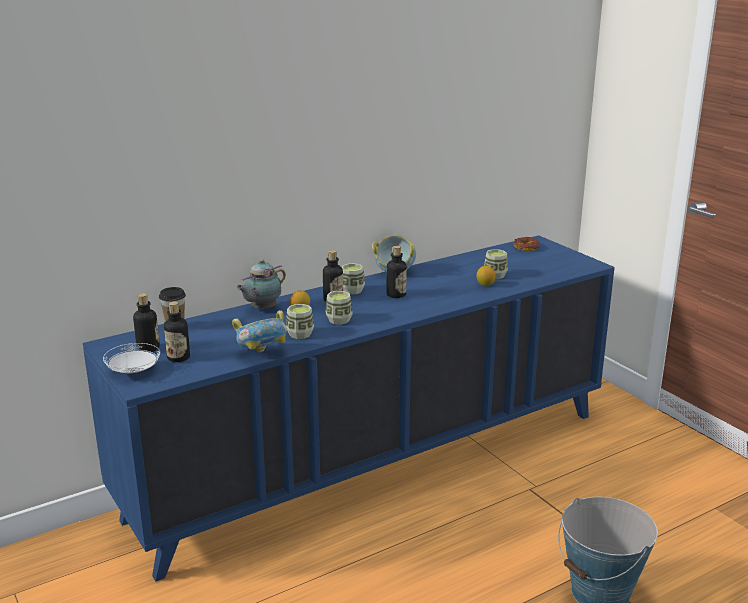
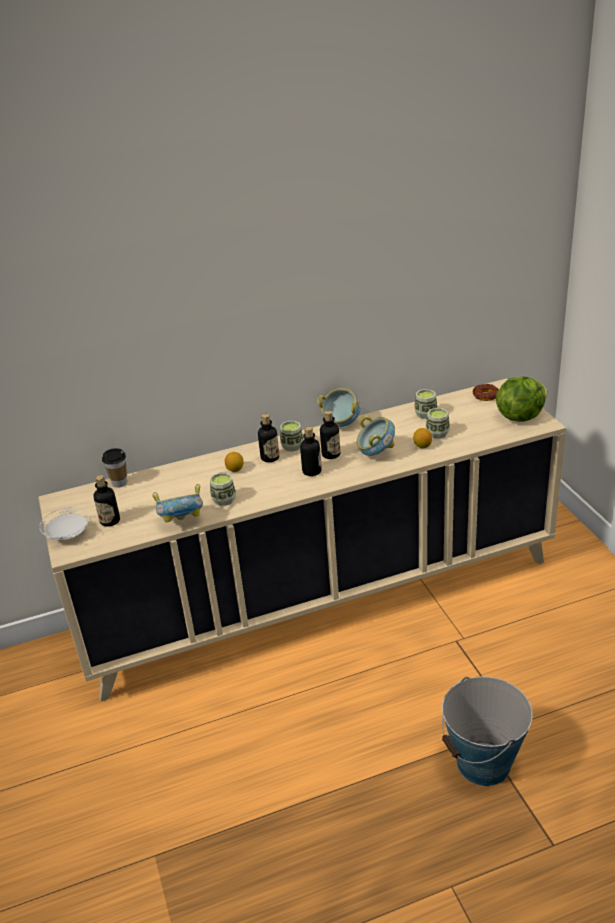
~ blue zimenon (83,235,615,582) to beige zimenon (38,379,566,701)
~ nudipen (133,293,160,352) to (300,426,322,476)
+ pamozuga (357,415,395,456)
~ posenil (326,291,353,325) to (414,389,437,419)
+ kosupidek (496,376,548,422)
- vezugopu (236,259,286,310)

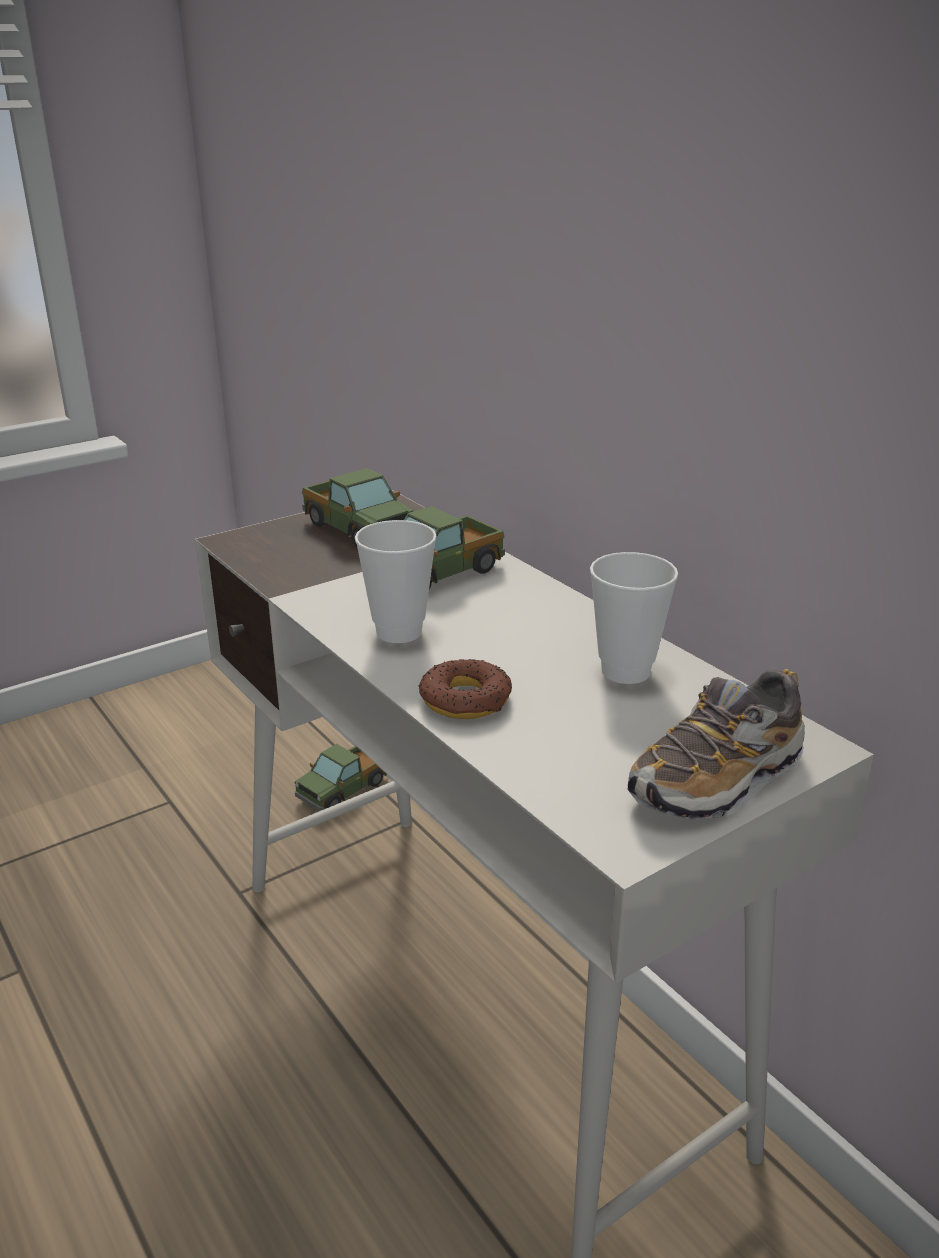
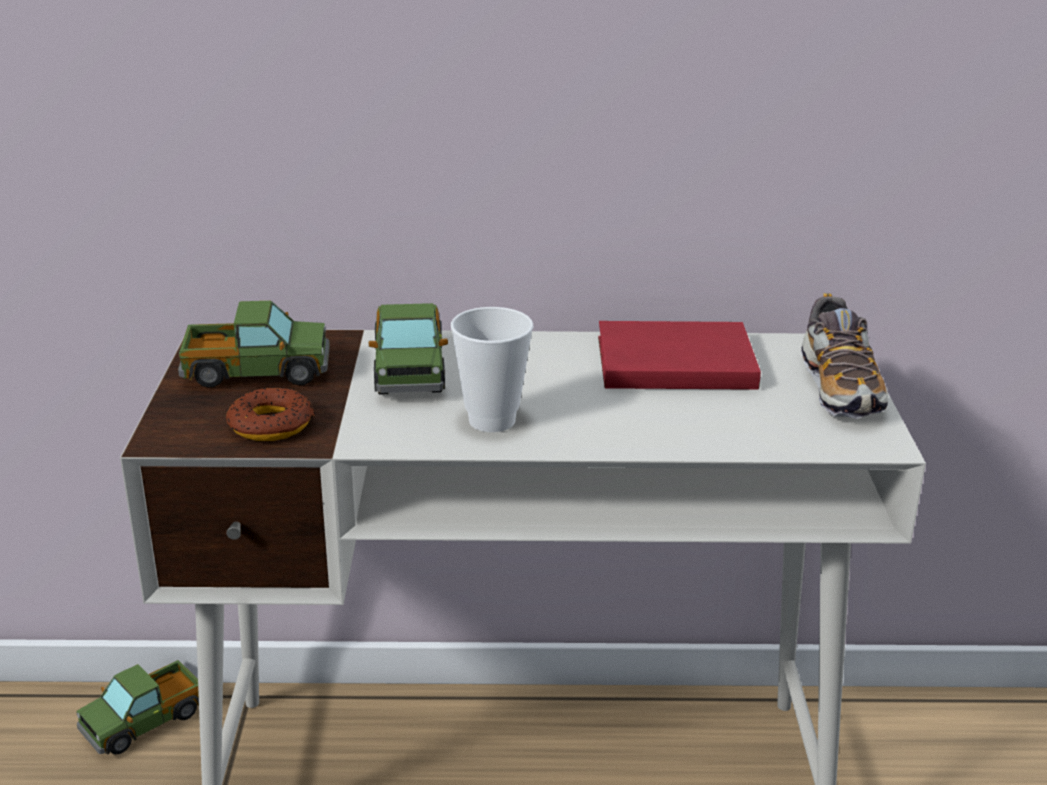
~ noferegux (294,744,387,811) = (76,660,199,755) 60 degrees clockwise
~ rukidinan (419,659,512,719) to (226,387,315,441)
~ posenil (590,552,678,684) to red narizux (598,321,761,390)

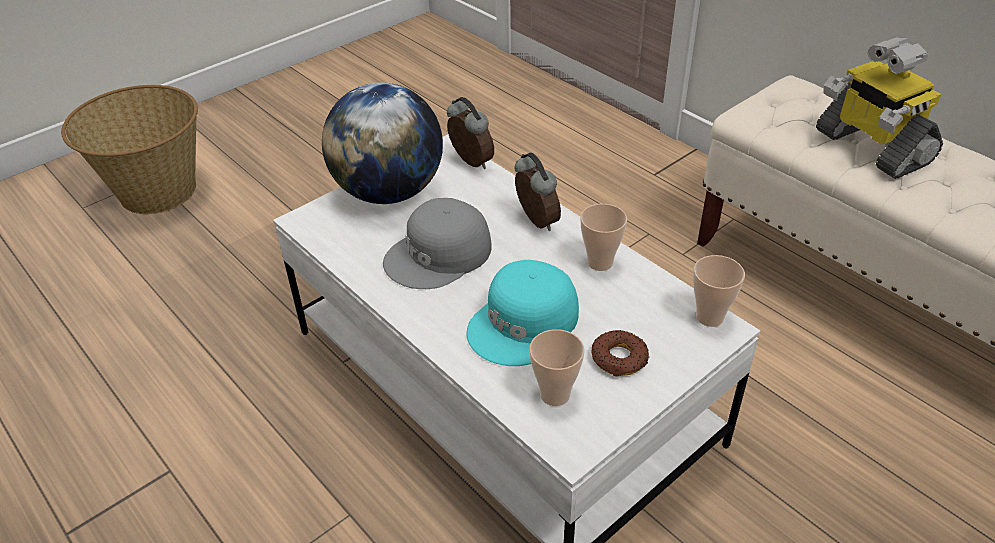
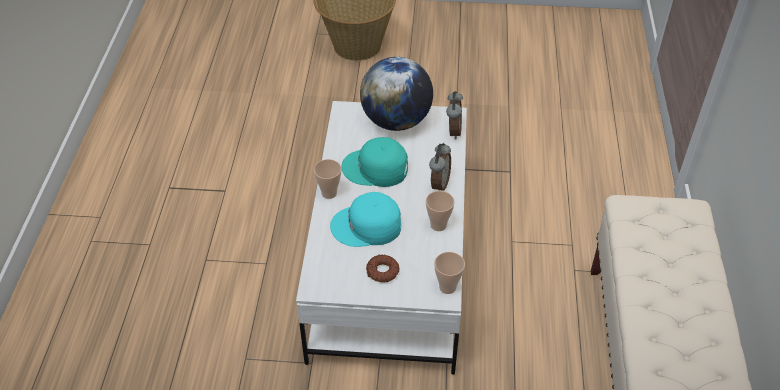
~ posenil (529,329,584,406) to (314,159,341,199)
~ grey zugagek (383,198,492,289) to turquoise zugagek (341,137,408,187)
- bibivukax (816,37,943,179)

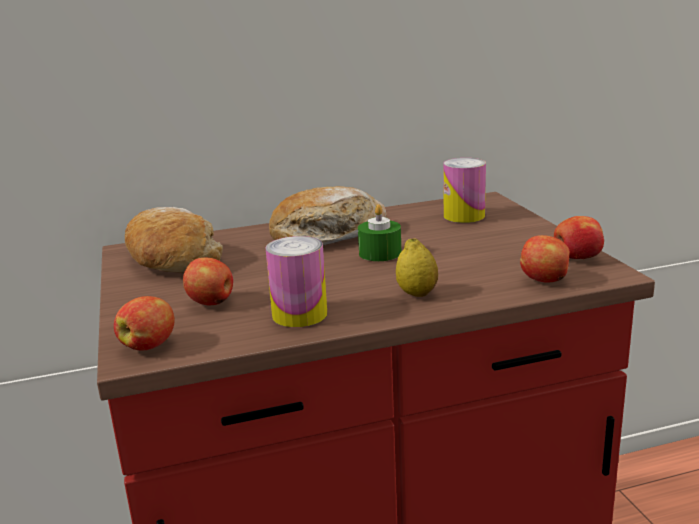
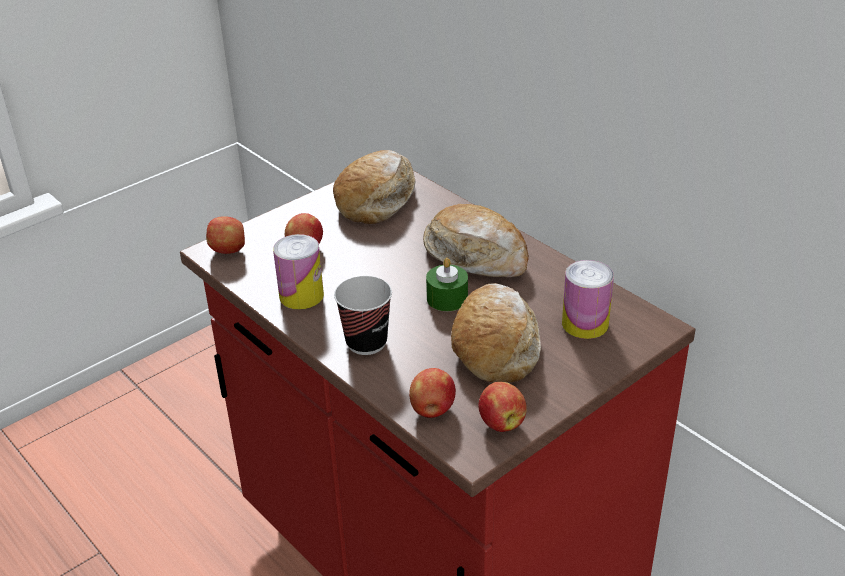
~ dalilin (396,239,438,297) to posenil (334,276,392,355)
+ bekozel (451,283,541,383)

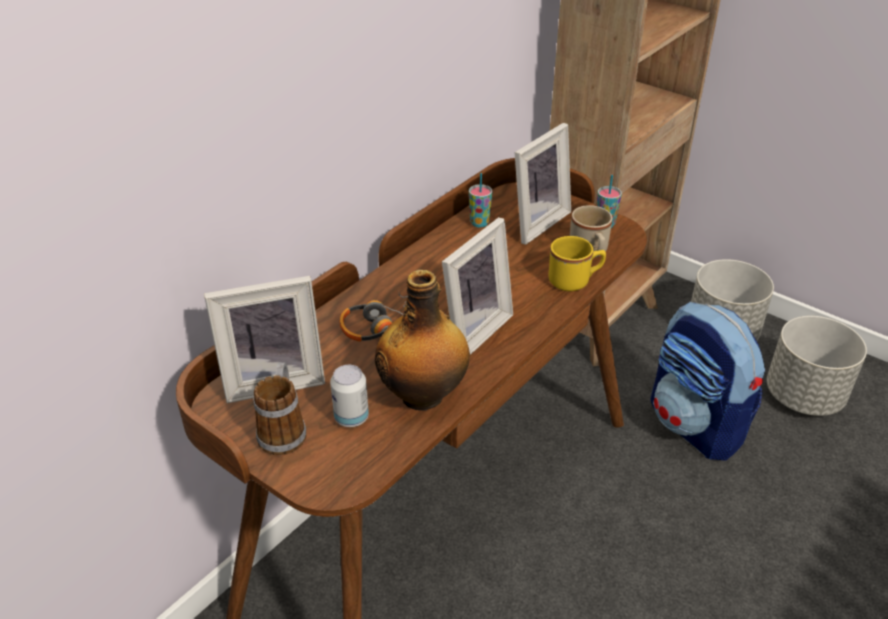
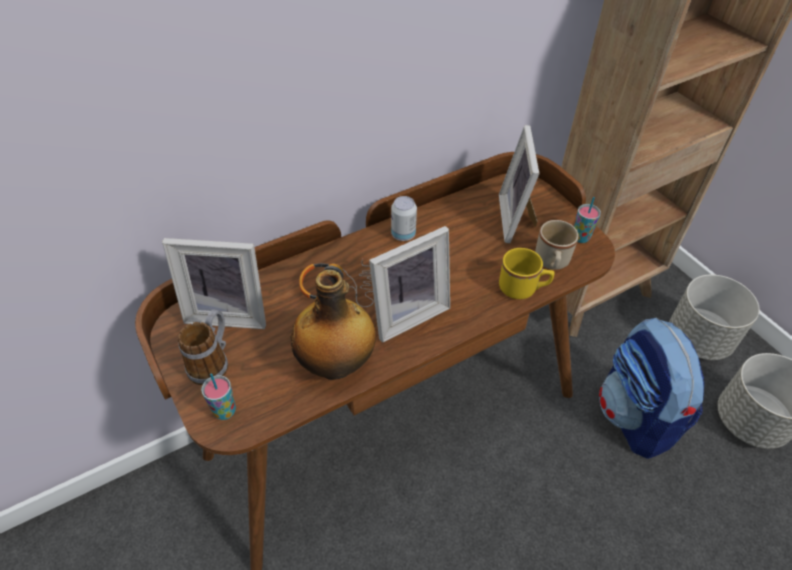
~ posenil (469,173,492,227) to (201,373,236,420)
~ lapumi (330,365,369,427) to (391,196,417,241)
~ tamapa (514,123,571,245) = (499,125,540,243) 120 degrees clockwise

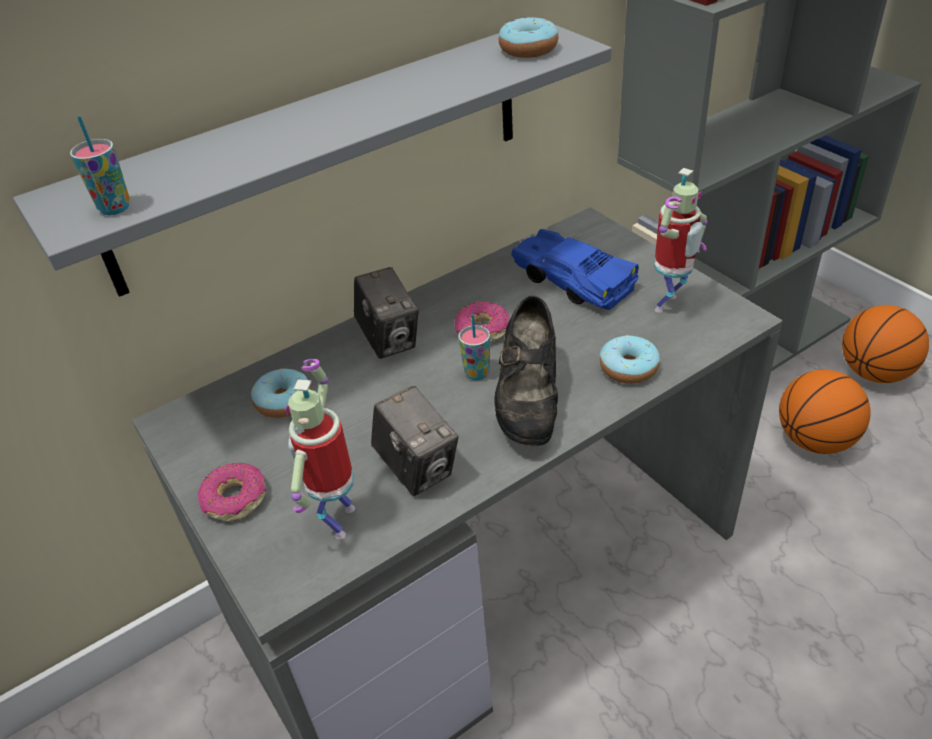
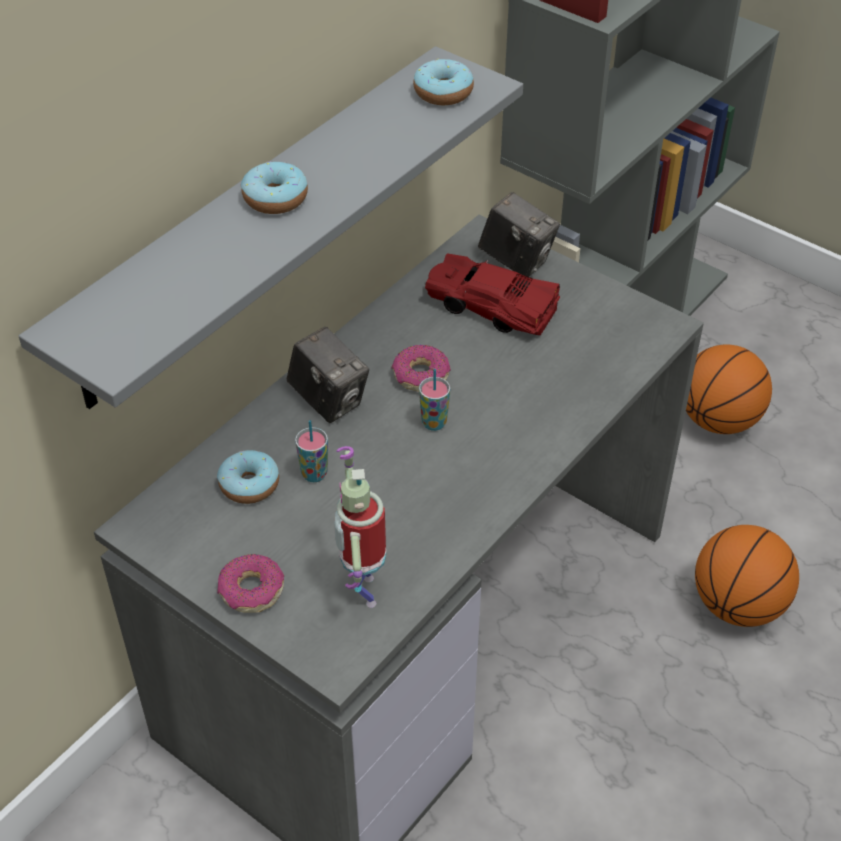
~ rukidinan (600,335,660,384) to (241,162,308,214)
~ posenil (70,116,130,215) to (295,420,328,482)
~ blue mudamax (511,229,639,310) to red mudamax (425,253,560,335)
~ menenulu (371,386,458,496) to (478,192,560,277)
~ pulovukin (842,305,929,383) to (695,525,799,627)
- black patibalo (494,296,558,446)
- bibivukax (654,168,707,313)

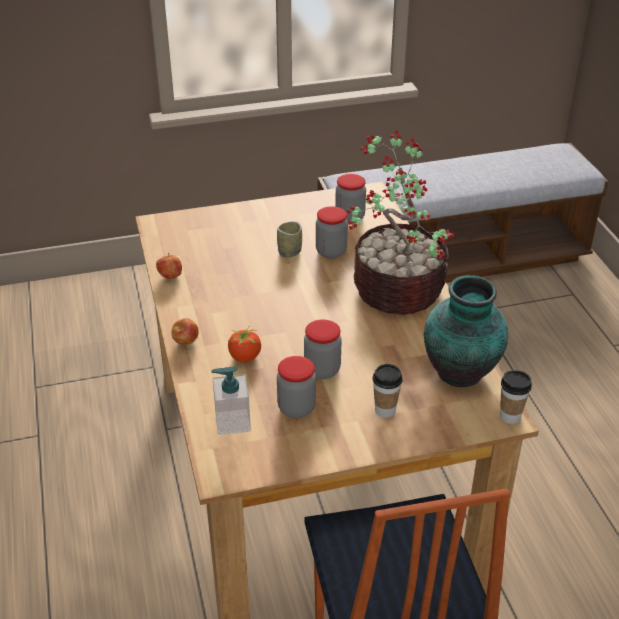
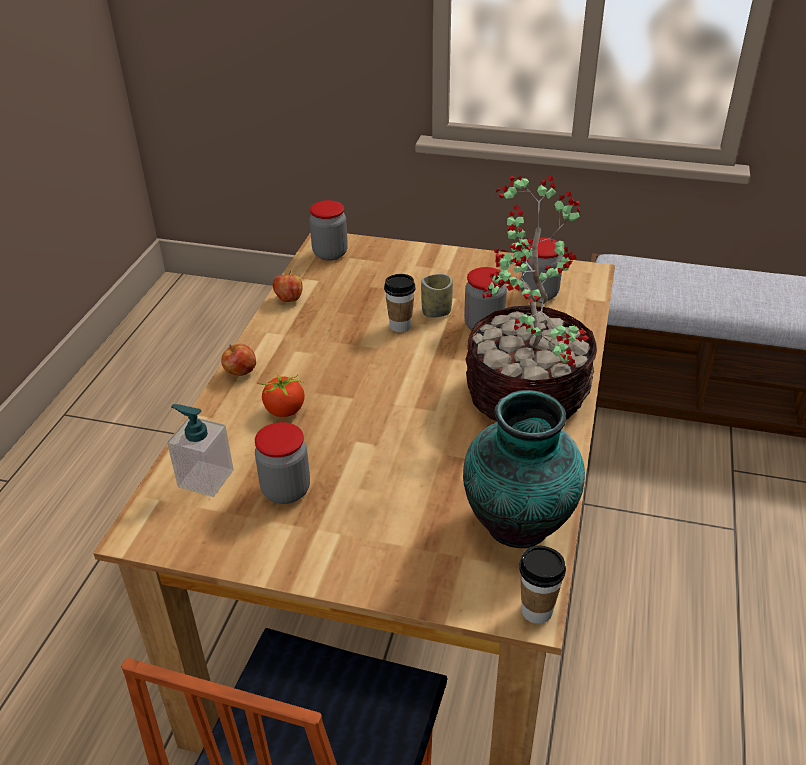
~ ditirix (304,319,342,379) to (309,200,348,261)
~ posenil (372,364,403,418) to (384,274,416,332)

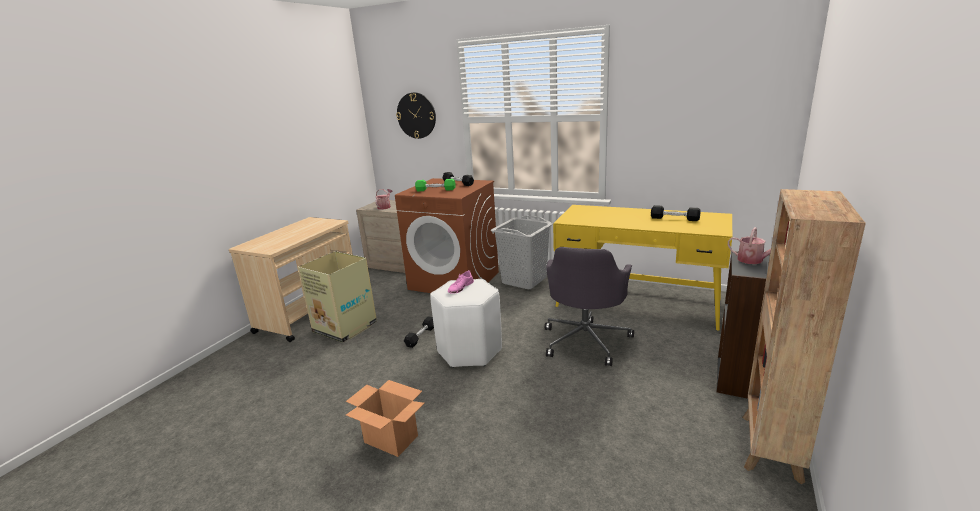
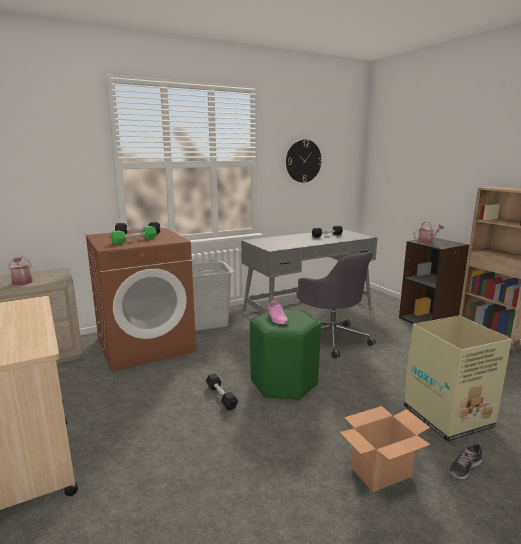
~ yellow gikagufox (553,205,732,331) to grey gikagufox (241,229,378,313)
~ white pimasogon (430,279,502,368) to green pimasogon (250,310,321,401)
~ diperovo (396,92,436,139) to (286,139,322,183)
~ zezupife (298,251,377,343) to (404,316,512,442)
+ patibalo (449,442,482,479)

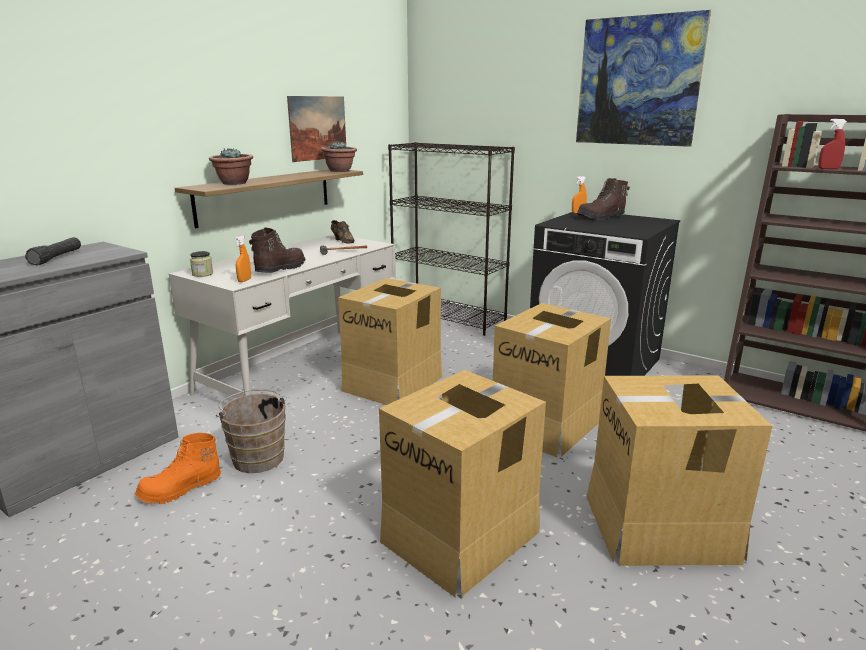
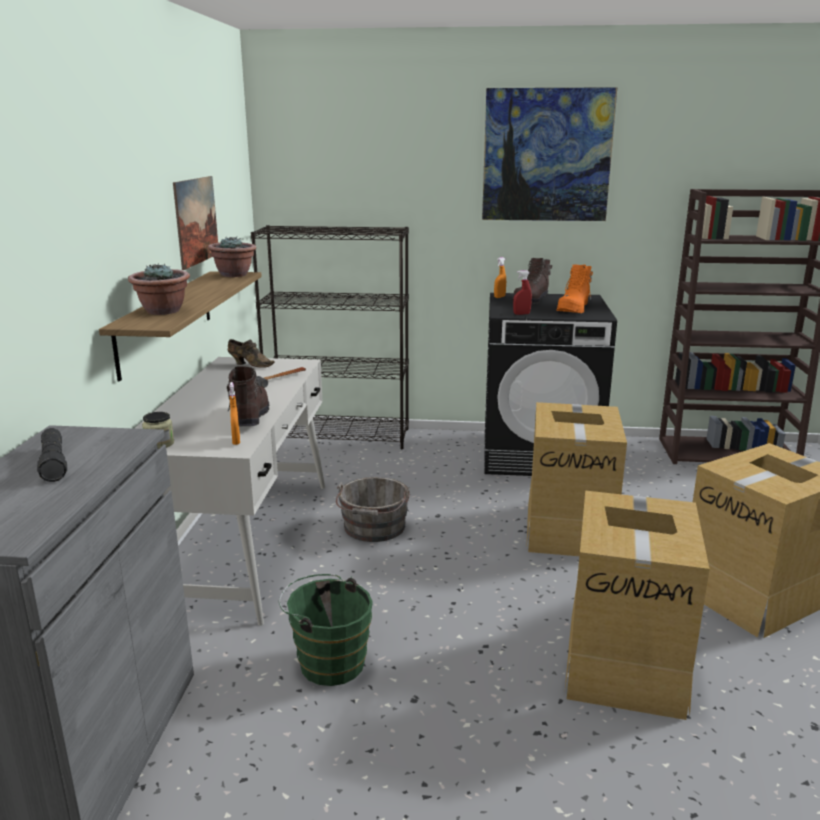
~ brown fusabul (216,389,287,473) to green fusabul (279,574,373,686)
~ zezupife (338,278,442,405) to grey fusabul (336,477,410,542)
~ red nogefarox (818,119,847,169) to (513,270,532,315)
~ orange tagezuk (135,433,221,504) to (556,264,593,313)

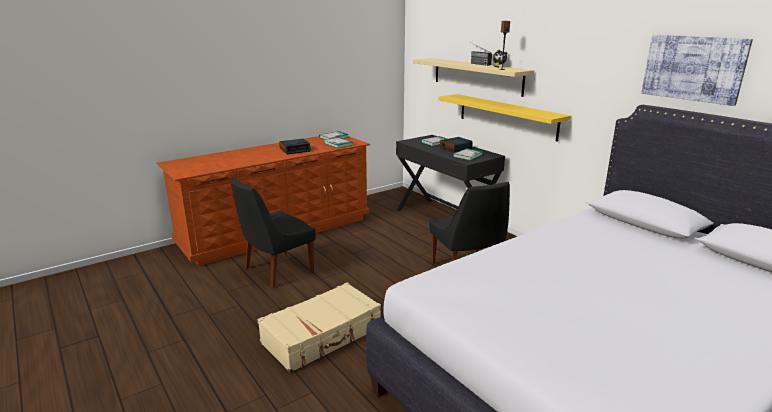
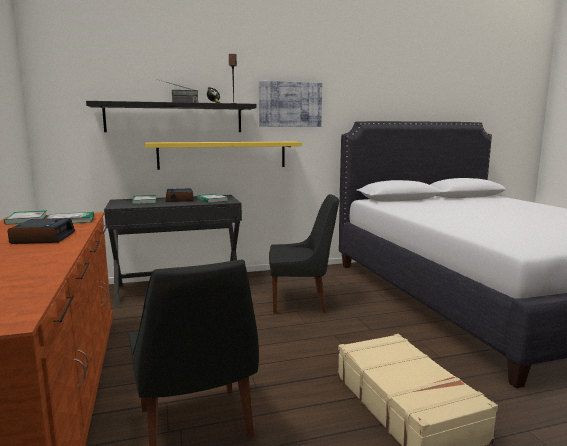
~ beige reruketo (413,58,534,97) to black reruketo (86,101,256,132)
~ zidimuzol (641,35,753,106) to (259,81,322,127)

